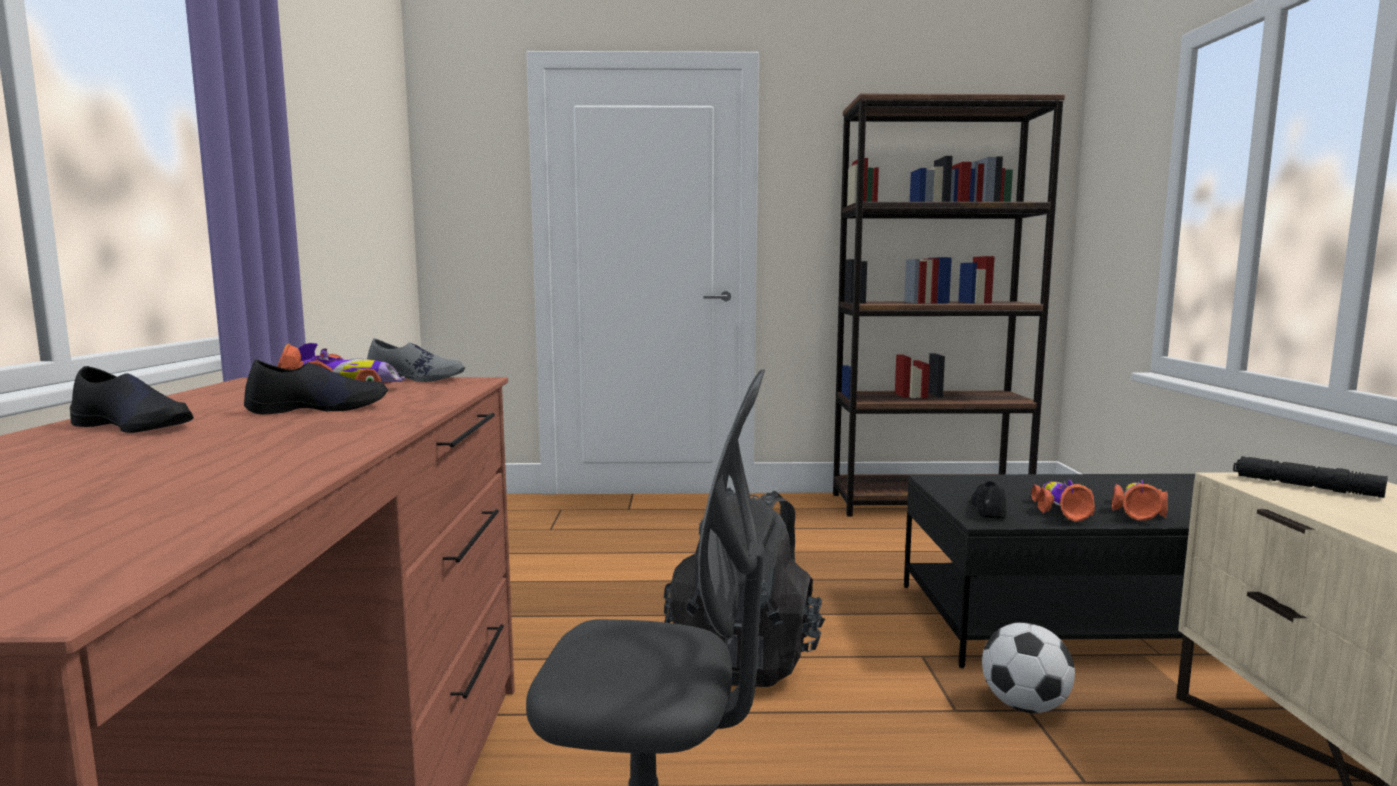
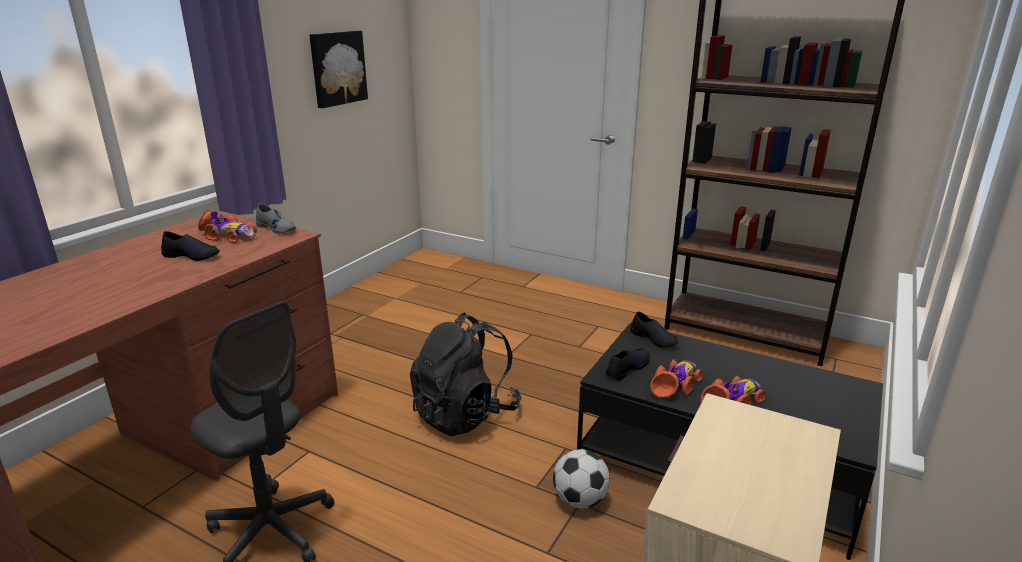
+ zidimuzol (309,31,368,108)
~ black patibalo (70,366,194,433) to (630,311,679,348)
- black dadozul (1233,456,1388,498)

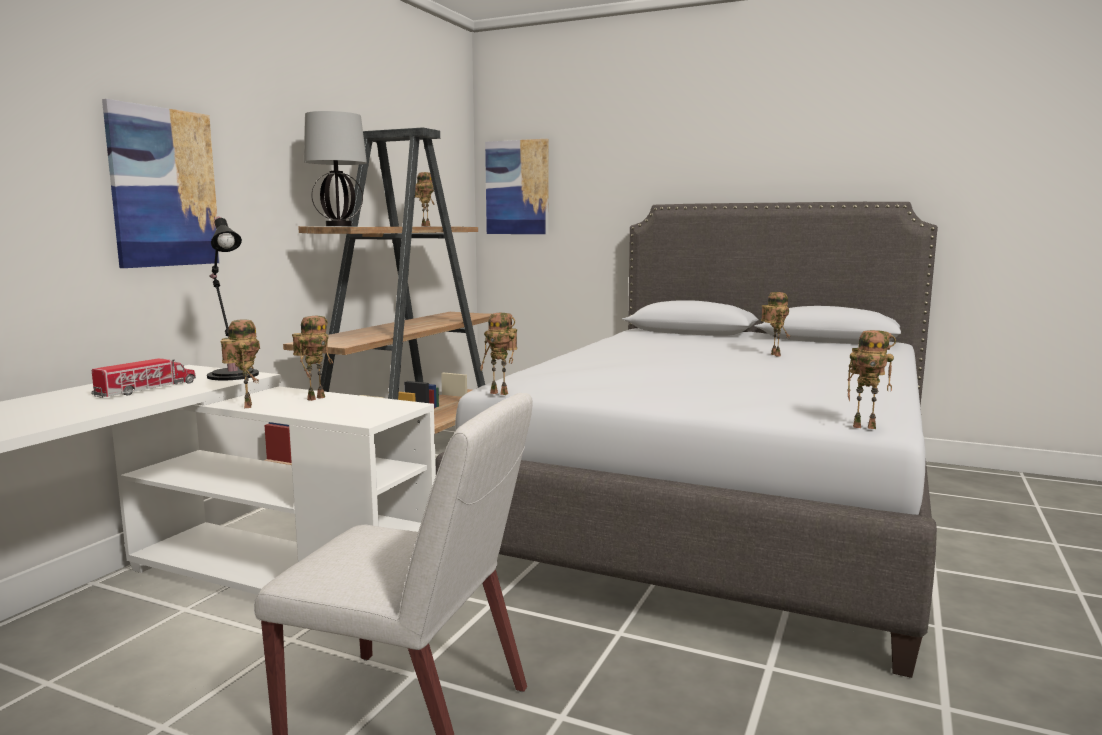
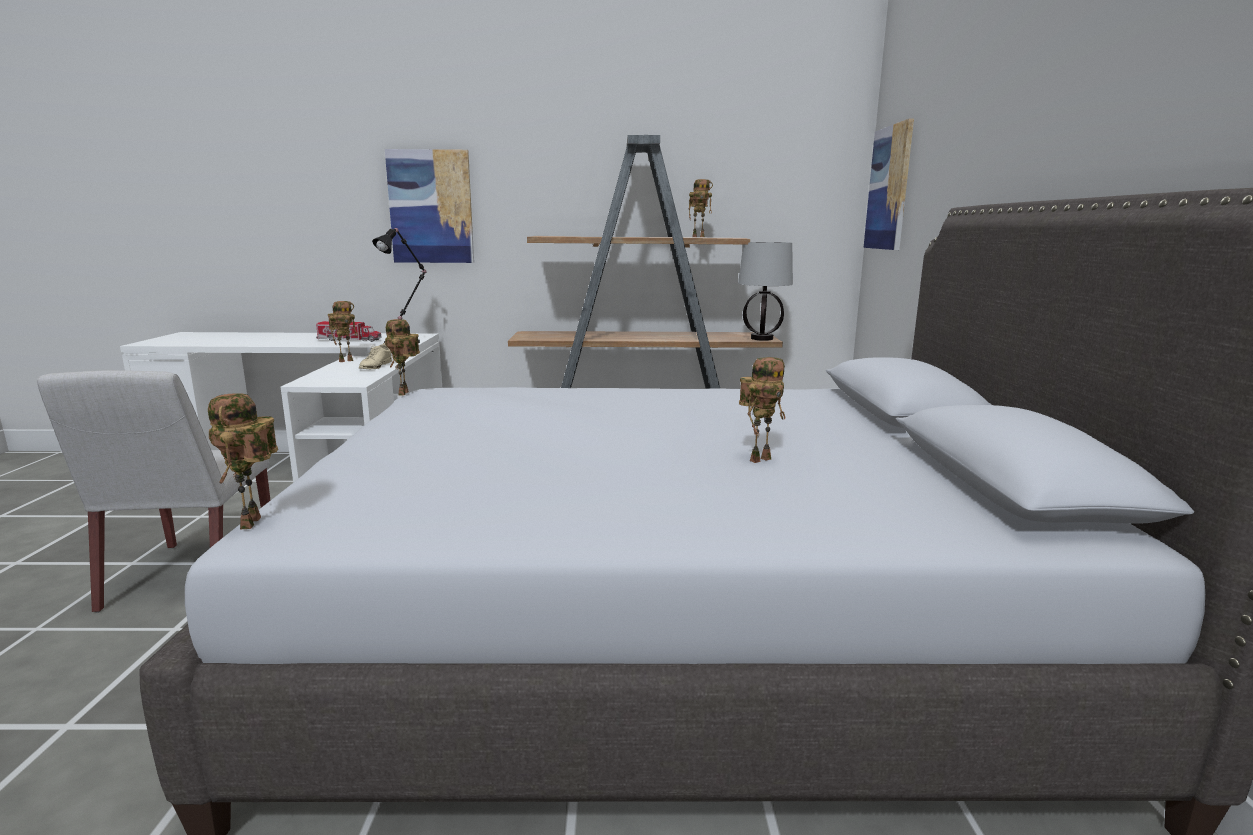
~ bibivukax (292,316,333,401) to beige patibalo (359,343,392,369)
~ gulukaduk (304,111,367,226) to (738,242,793,341)

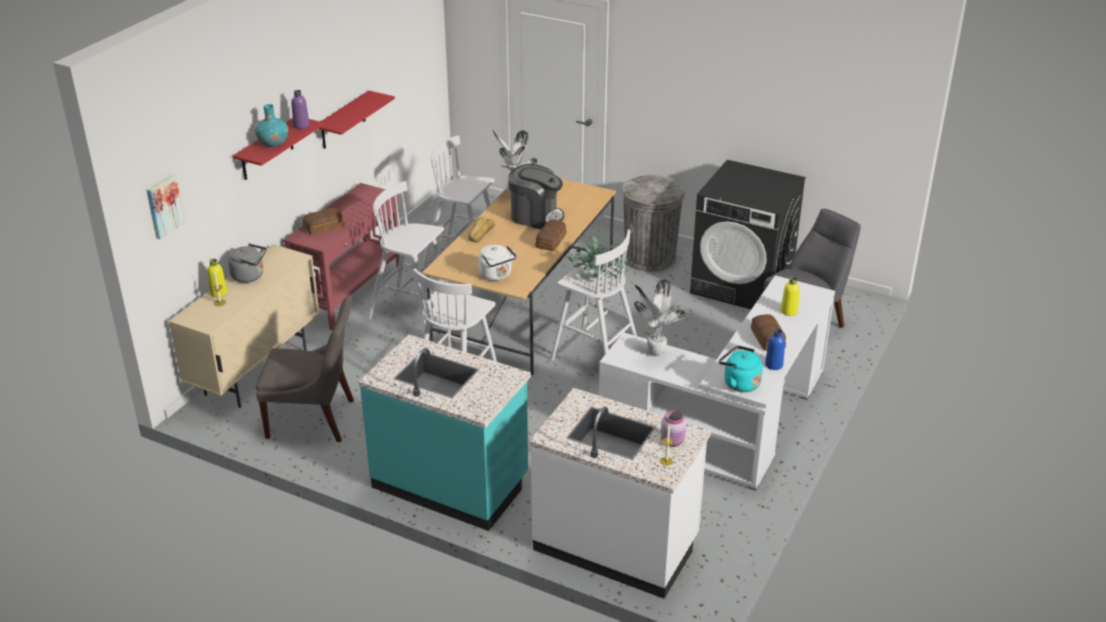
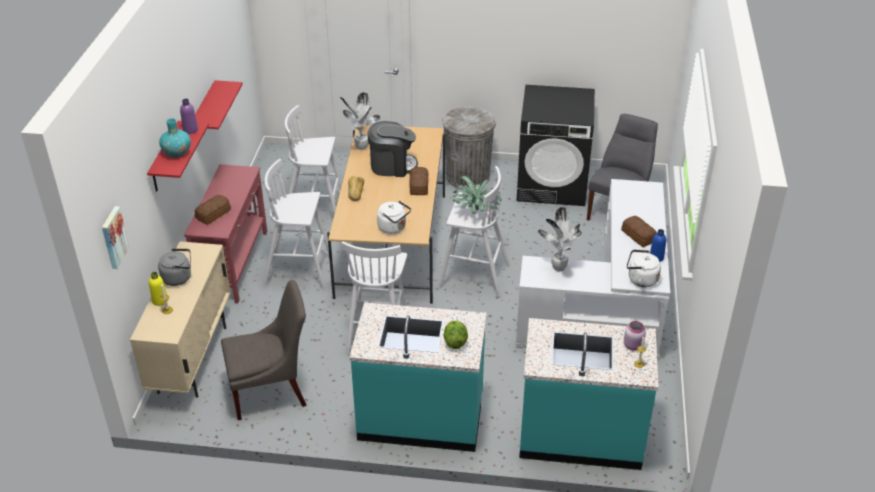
+ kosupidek (443,321,468,349)
~ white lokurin (529,388,711,599) to turquoise lokurin (519,318,658,470)
~ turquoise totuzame (719,346,763,392) to white totuzame (627,250,661,287)
- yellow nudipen (781,277,800,316)

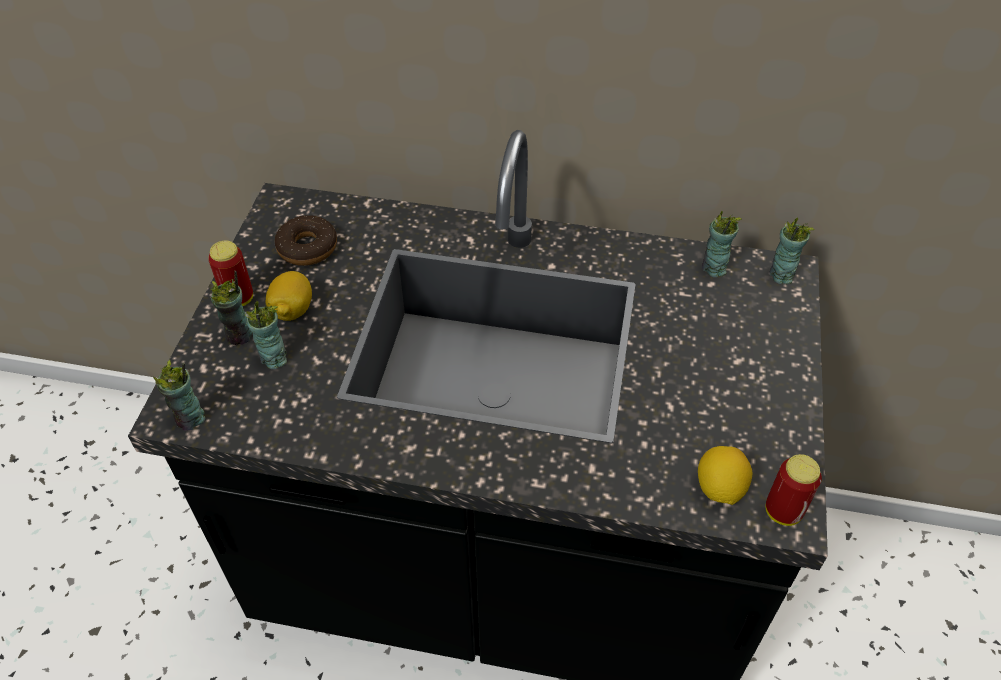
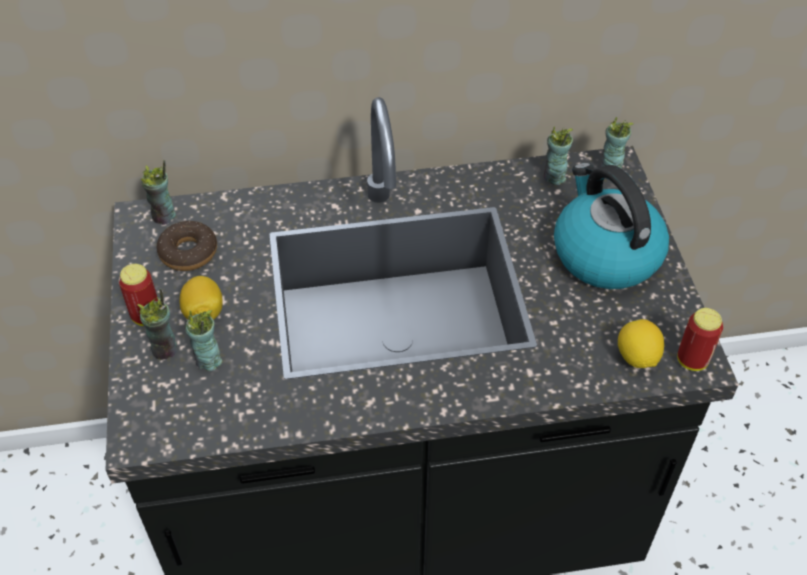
~ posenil (153,360,205,430) to (141,160,176,225)
+ totuzame (554,163,669,289)

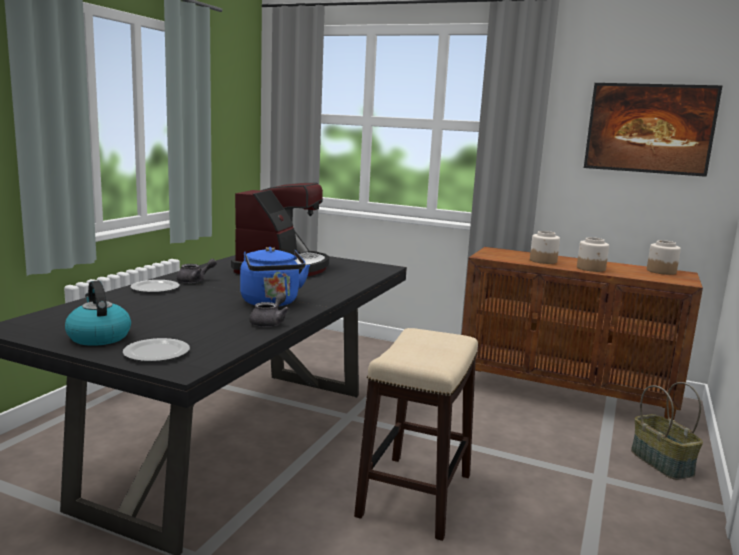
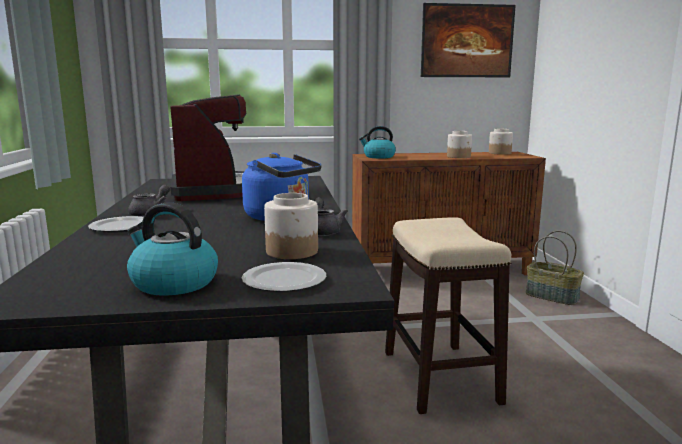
~ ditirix (530,231,560,264) to (264,193,318,259)
+ totuzame (359,126,396,158)

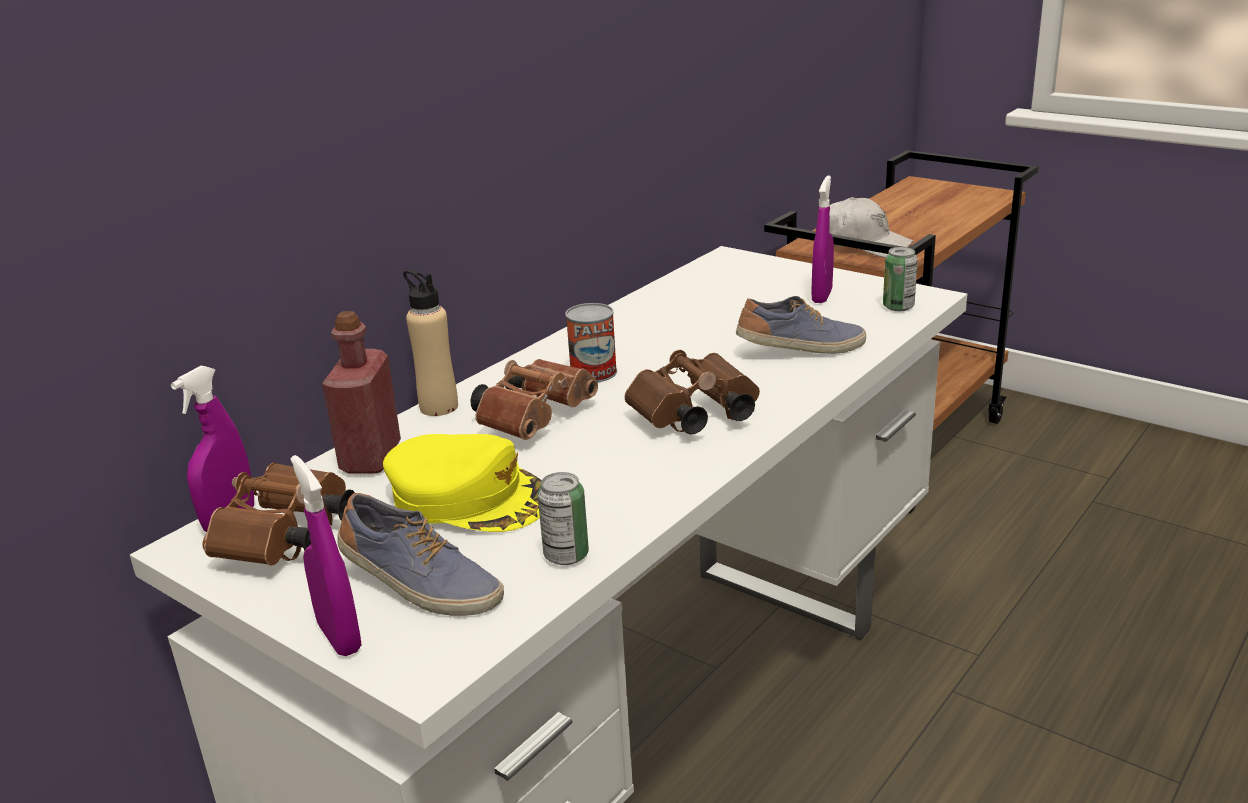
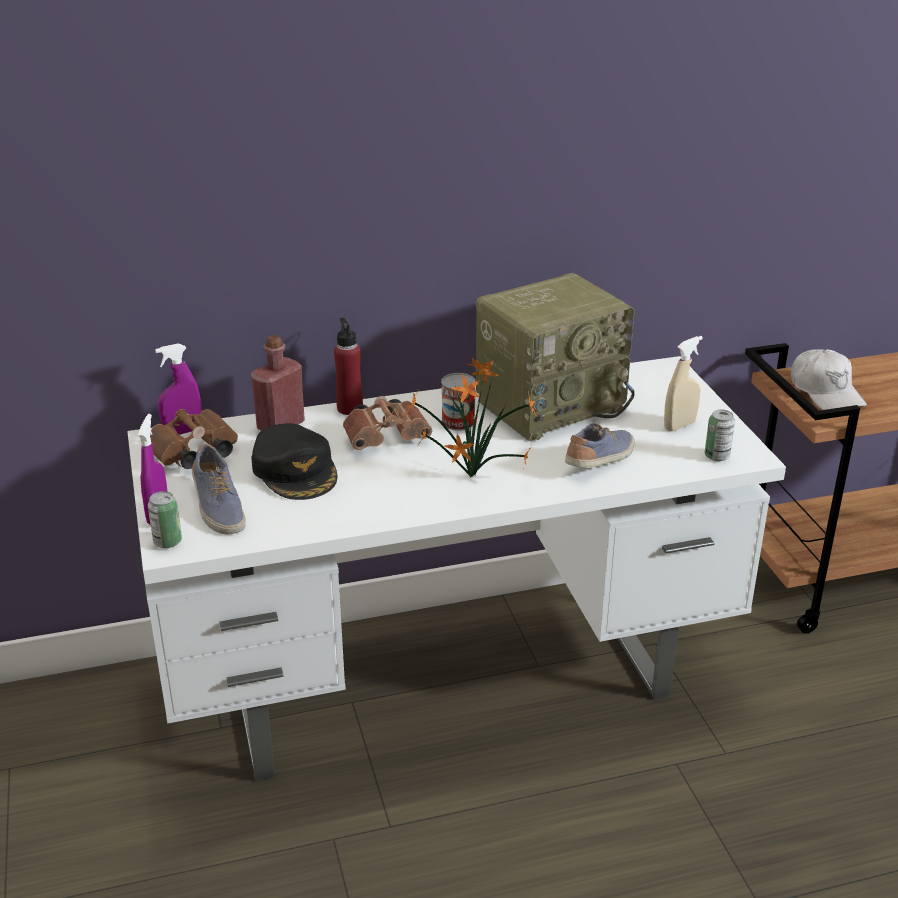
~ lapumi (538,472,589,565) to (148,491,182,548)
~ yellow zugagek (383,434,542,532) to black zugagek (251,423,337,500)
~ beige nudipen (403,270,458,416) to red nudipen (334,317,363,415)
~ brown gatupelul (625,350,760,434) to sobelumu (403,358,539,478)
+ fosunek (476,273,635,441)
~ patibalo (736,296,866,354) = (565,423,634,468) 75 degrees counterclockwise
~ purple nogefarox (811,175,834,303) to beige nogefarox (664,336,703,431)

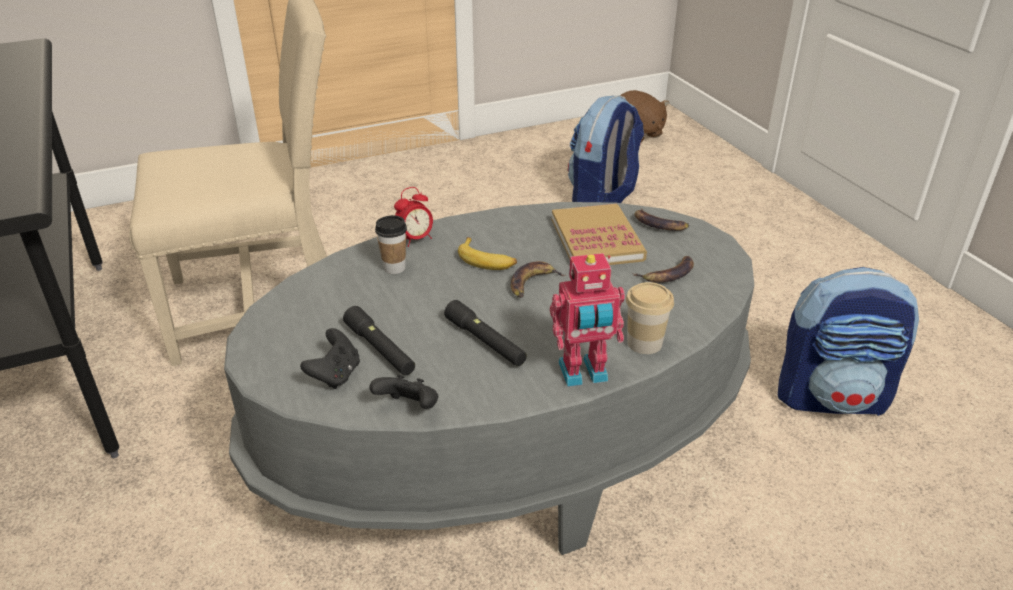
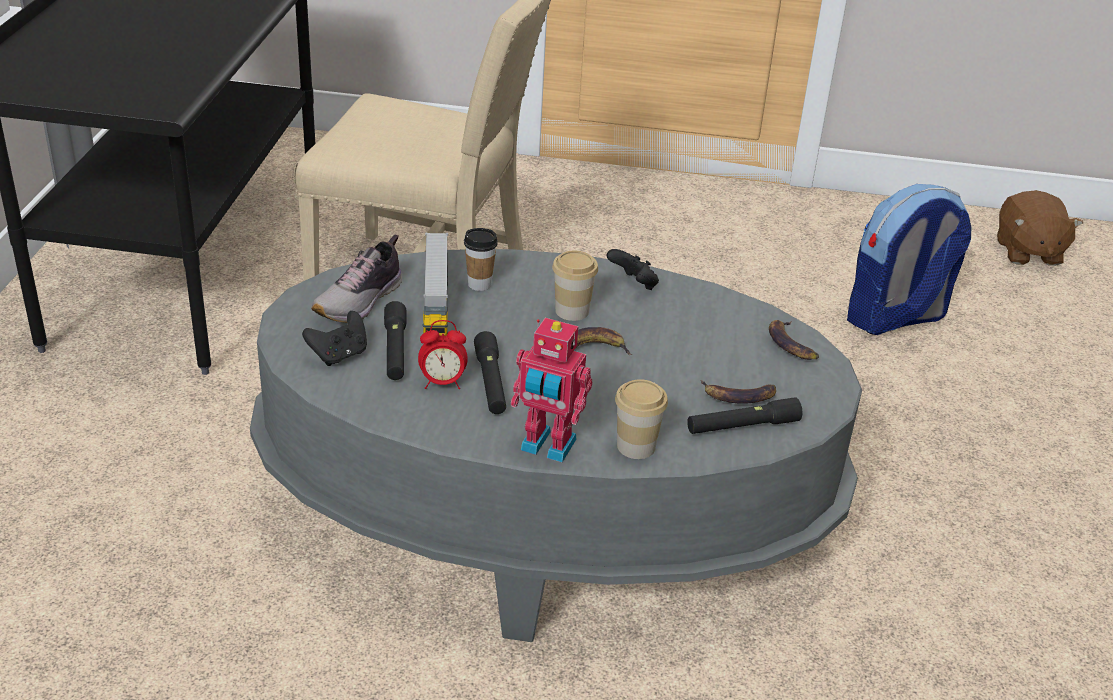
+ patibalo (311,234,402,323)
~ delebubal (394,187,433,247) to (418,320,468,389)
+ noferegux (423,233,448,336)
~ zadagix (458,237,517,270) to posenil (552,251,598,321)
~ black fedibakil (369,375,438,409) to (607,249,659,290)
+ black dadozul (687,397,802,434)
- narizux (552,204,647,265)
- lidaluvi (778,267,919,416)

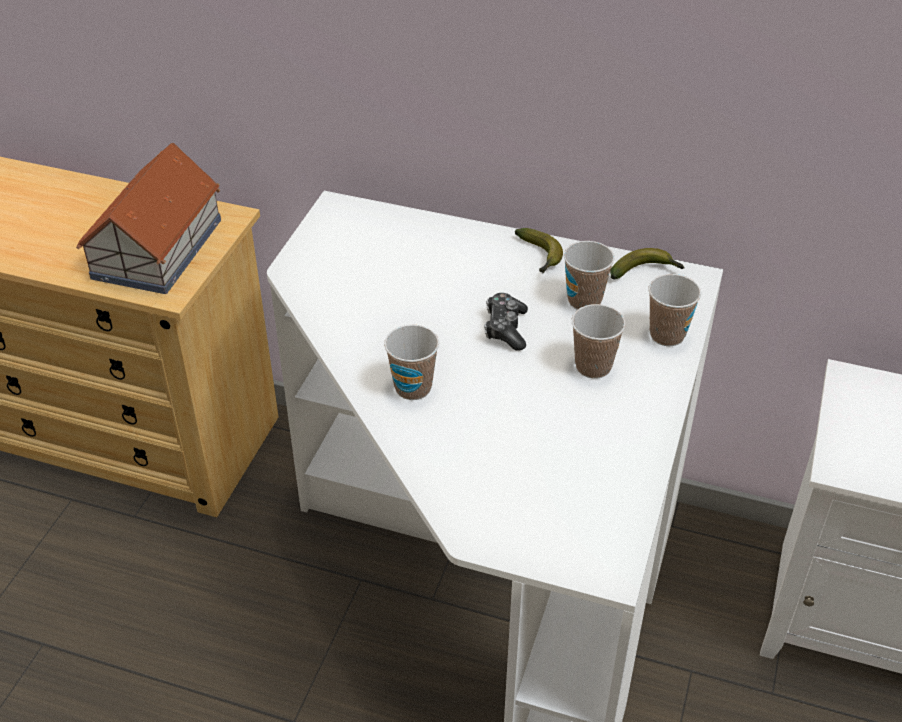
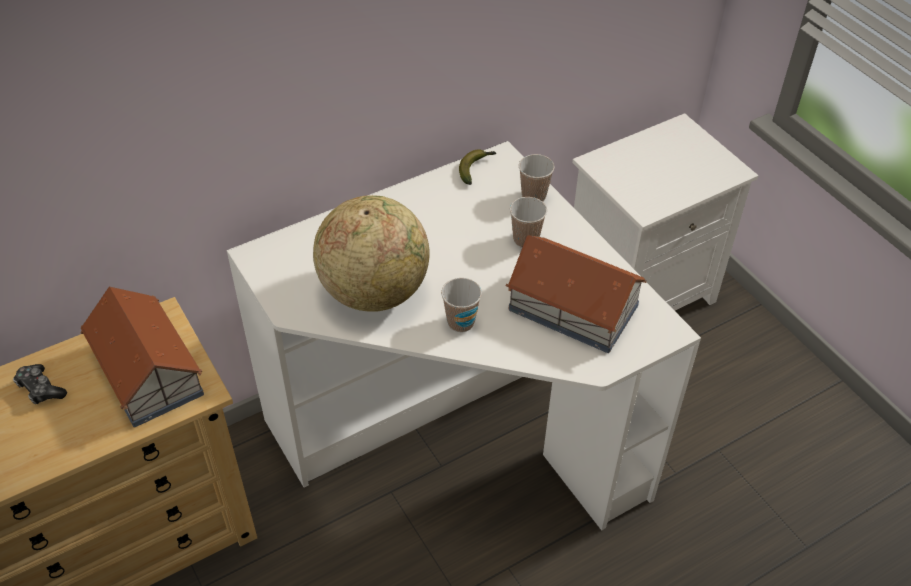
~ fedibakil (484,293,528,351) to (13,364,67,404)
+ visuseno (313,195,430,312)
+ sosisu (506,235,647,353)
- zadagix (515,228,563,273)
- posenil (564,241,614,310)

